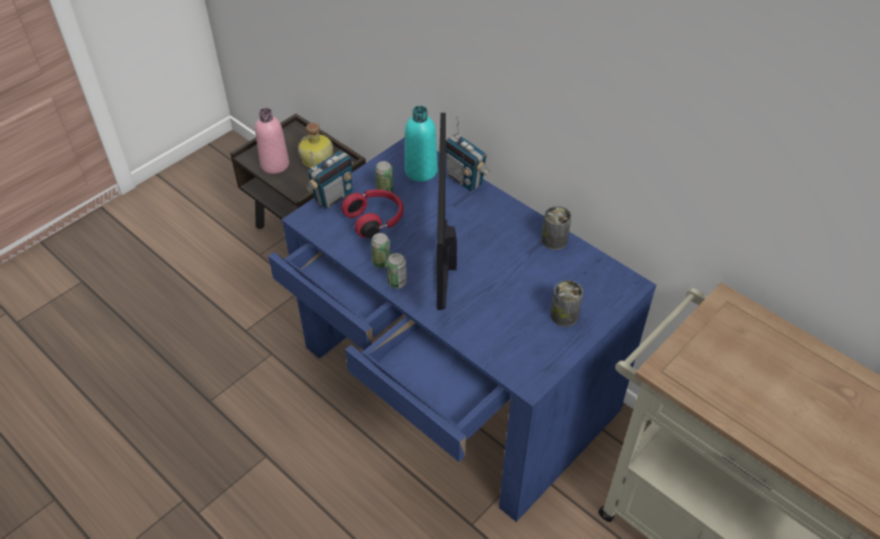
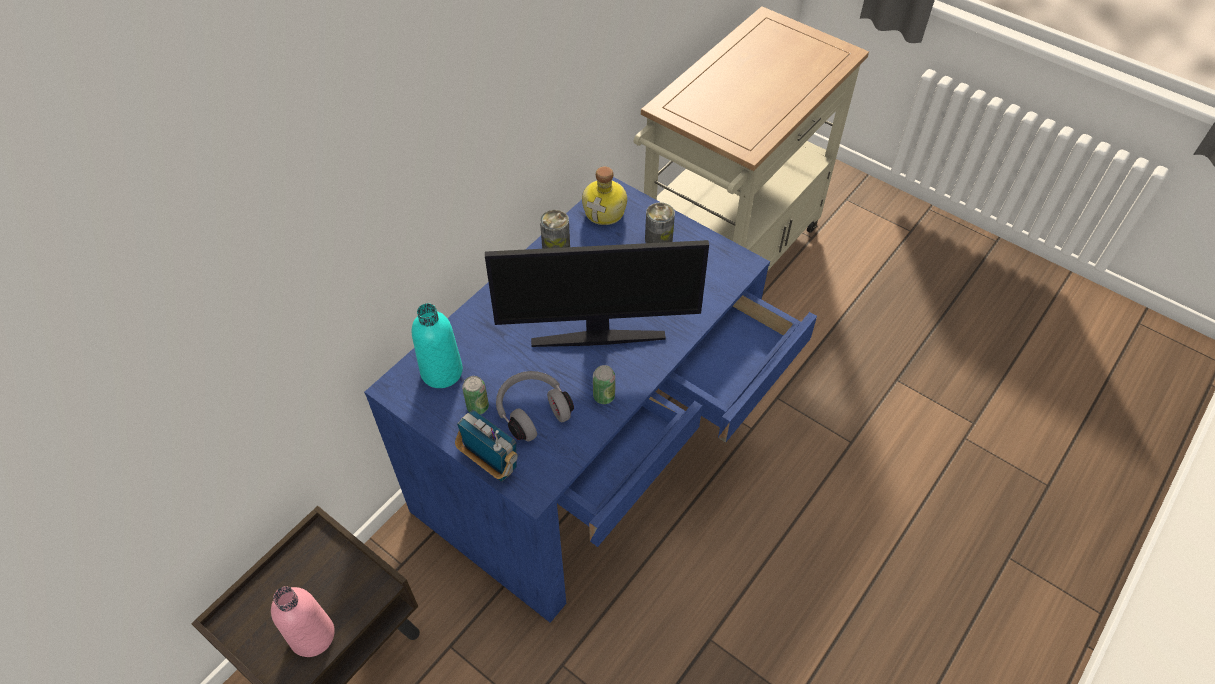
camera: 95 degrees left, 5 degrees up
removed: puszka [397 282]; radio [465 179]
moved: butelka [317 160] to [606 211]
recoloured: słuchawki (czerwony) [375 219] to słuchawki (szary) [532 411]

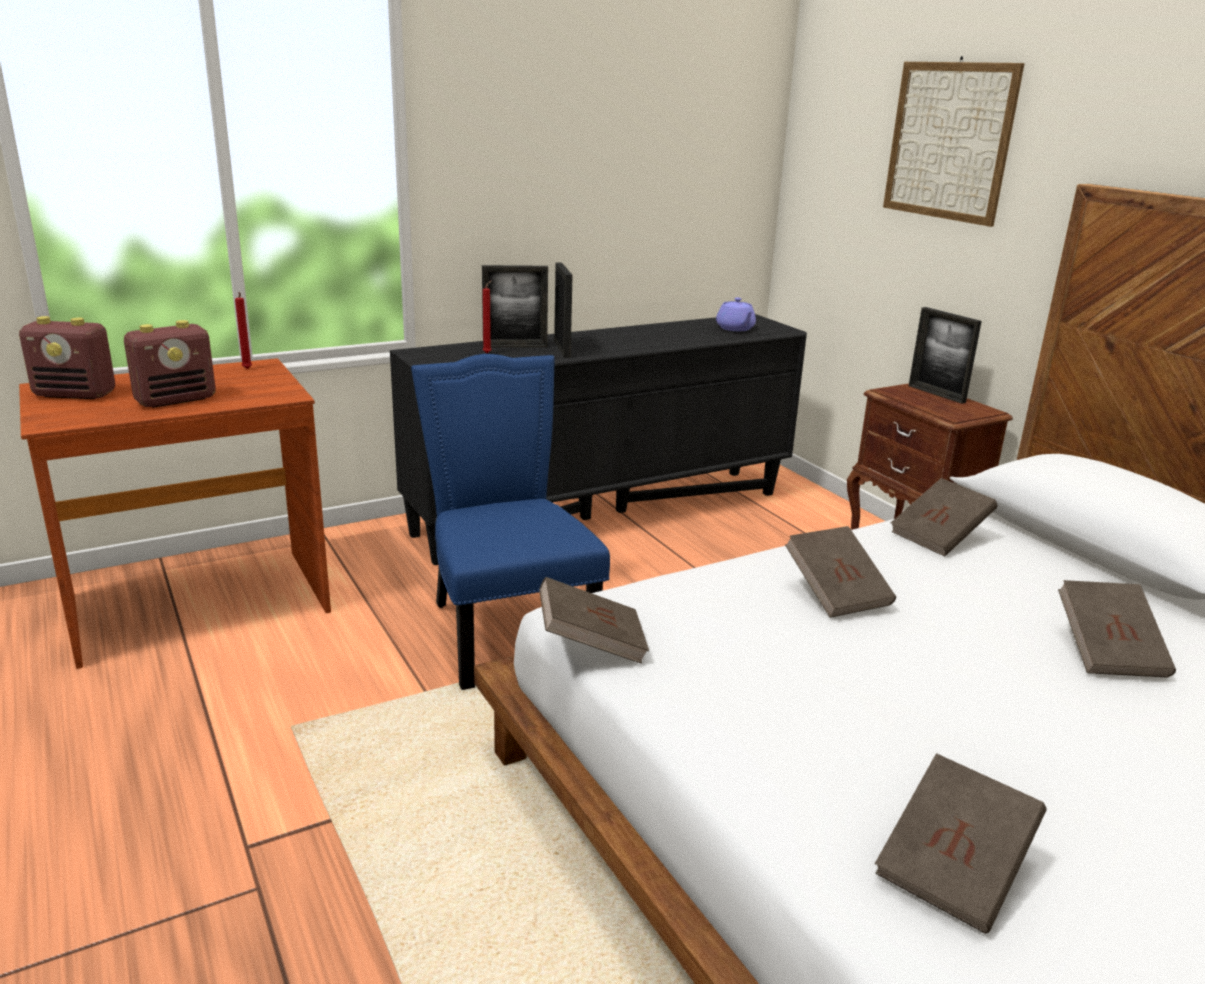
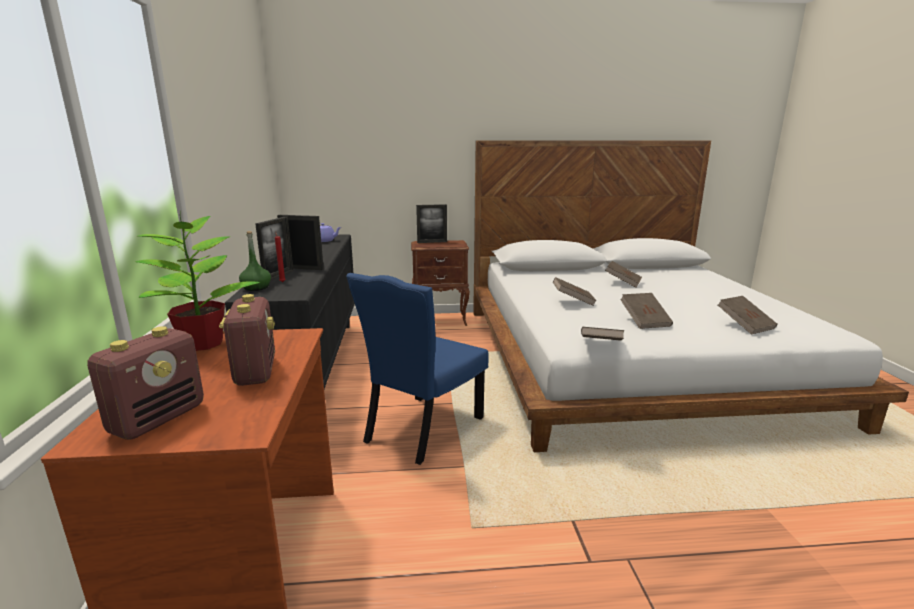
camera: 65 degrees left, 5 degrees down
removed: obraz [950 138]
added: butelka (zielony) [256 288]
moved: książka (brązowy) [939 536] to [644 321]
replaced: świeca (czerwony) [247 369] to roślina doniczkowa [204 343]
turned: krzesło (niebieski) [508 636] = [424 427] 60 degrees counterclockwise

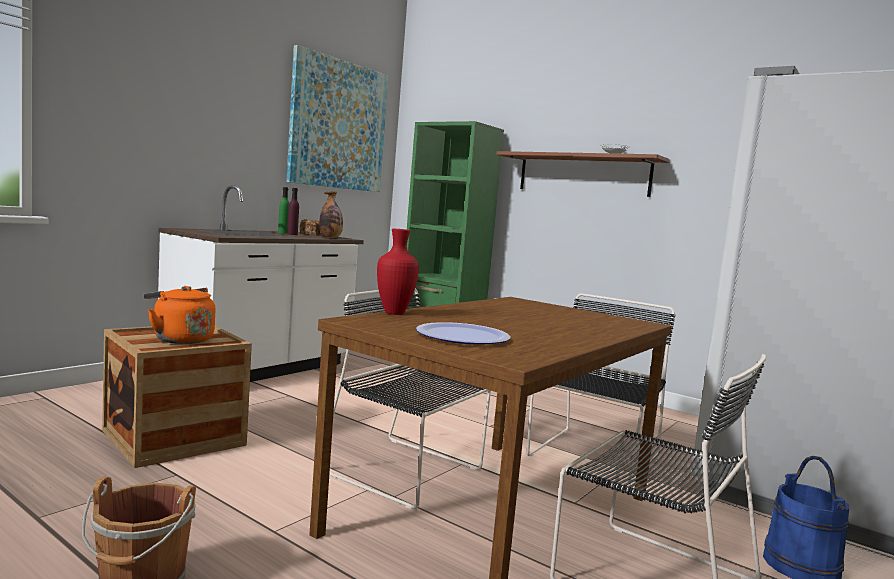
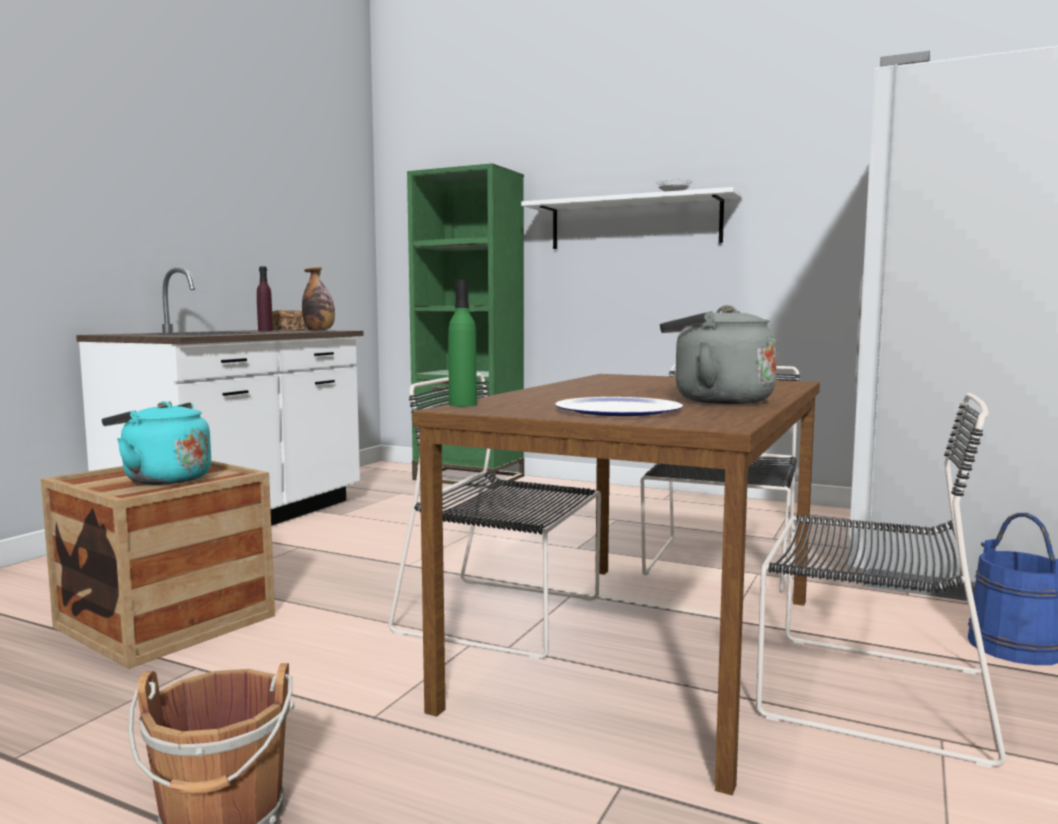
camera: 10 degrees left, 0 degrees up
removed: obraz [338 125]; wazon (czerwony) [393 313]
added: czajnik (szary) [716 401]
moved: butelka (zielony) [283 233] to [462 405]
recoloured: czajnik (pomarańczowy) [180 339] to czajnik (turkusowy) [162 479]; półka (brązowy) [583 174] to półka (biały) [634 223]

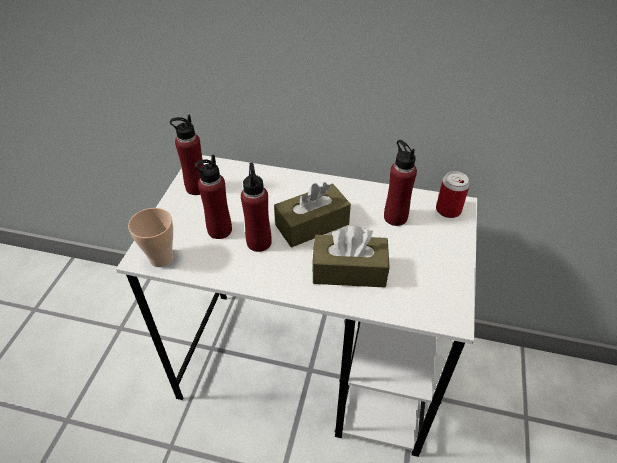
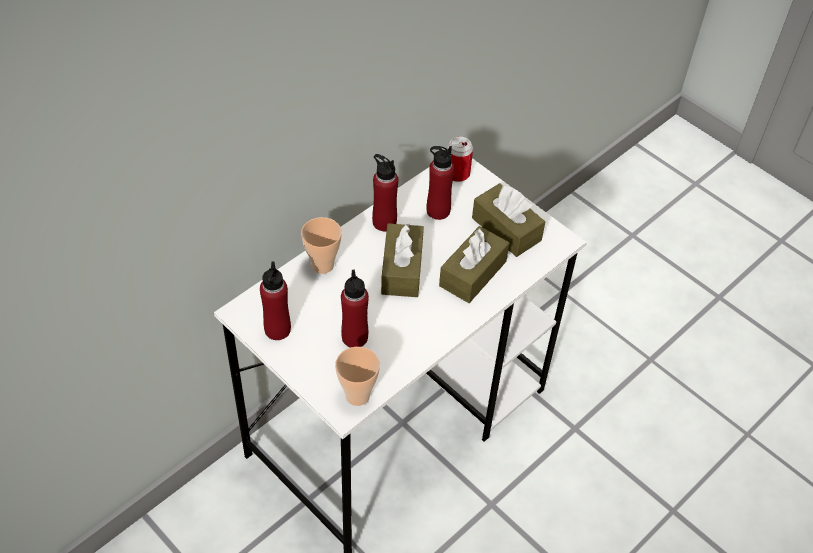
camera: 60 degrees left, 5 degrees up
added: filiżanka [322 265]; pudełko chusteczek (brązowy) [506 229]
moved: butelka (czerwony) [259 242] to [384 222]

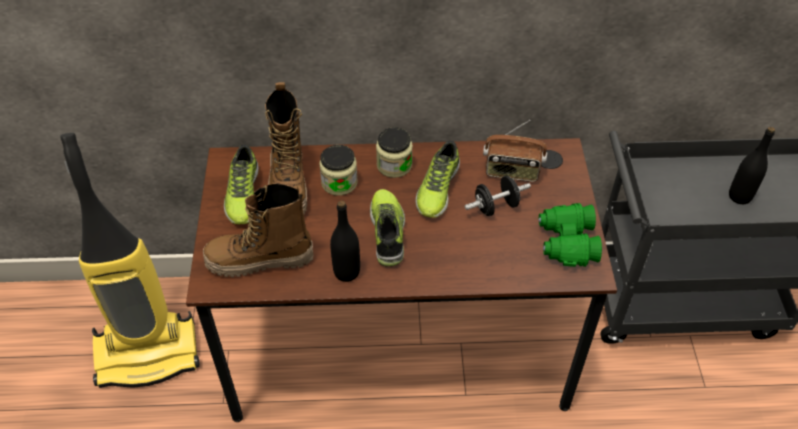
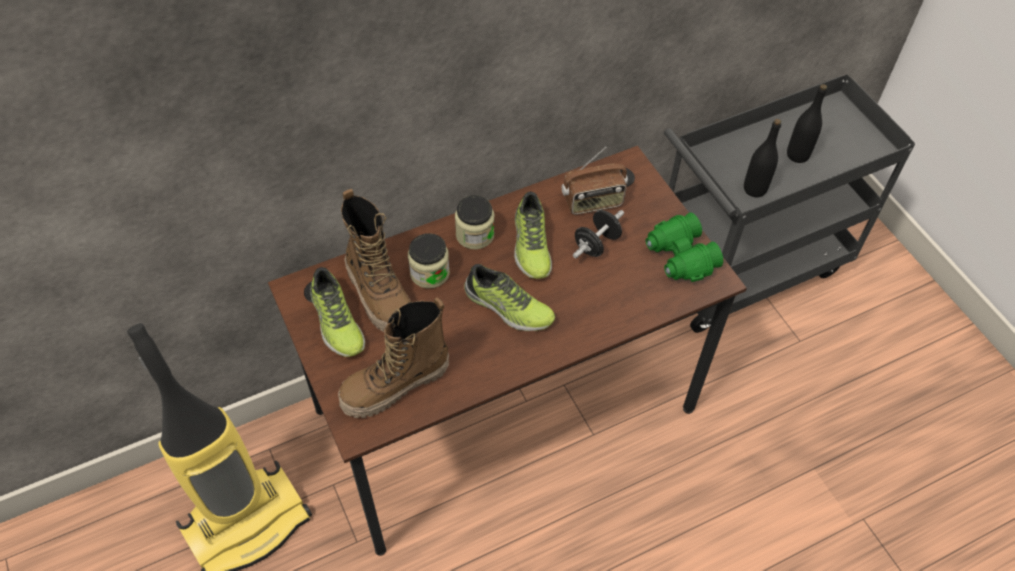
camera: 25 degrees left, 5 degrees up
moved: butelka (czarny) [346 272] to [754 189]
turned: but [388 232] = [508 307] 150 degrees clockwise

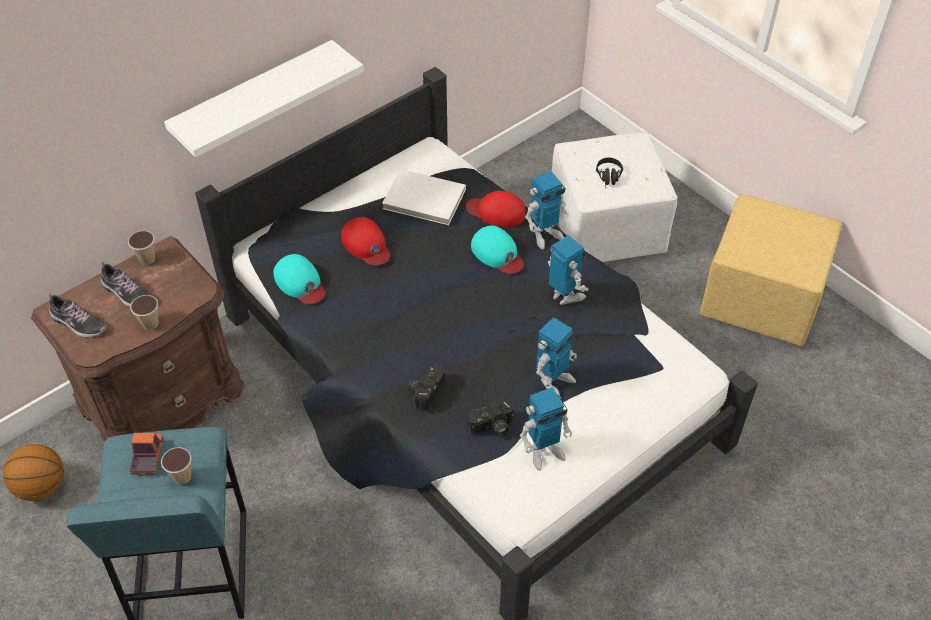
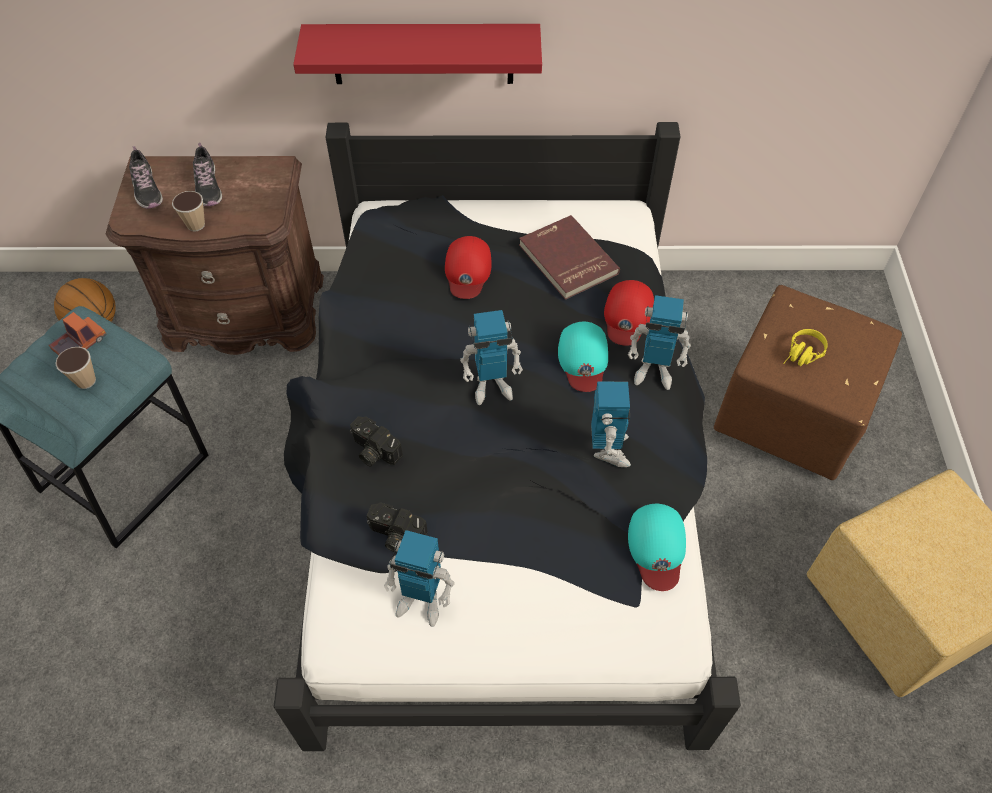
camera: 40 degrees right, 5 degrees up
removed: filiżanka [147 259]
moved: robot zabawkowy [554 382] to [491 386]; czapka z daszkiem (turkusowy) [300 282] to [657 547]
recoloured: półka (biały) [255 101] to półka (czerwony) [422 54]; książka (biały) [424 200] to książka (czerwony) [566 260]; pufa (biały) [608 230] to pufa (brązowy) [792 415]; słuchawki (czarny) [609 179] to słuchawki (żółty) [801 356]
turned: aparat fotograficzny [425 390] = [373 451] 120 degrees counterclockwise; czapka z daszkiem (czerwony) [496 212] = [627 316] 135 degrees counterclockwise

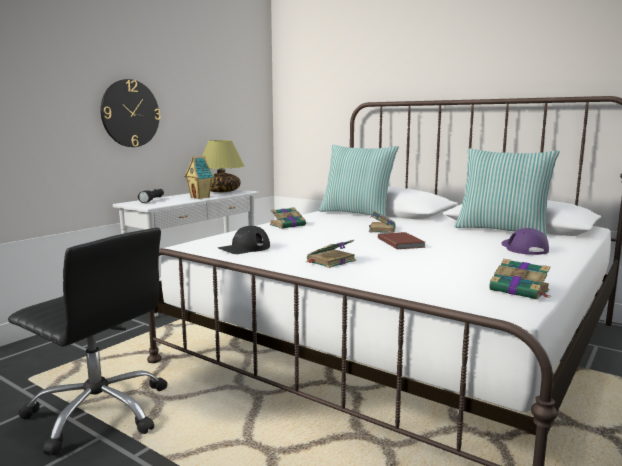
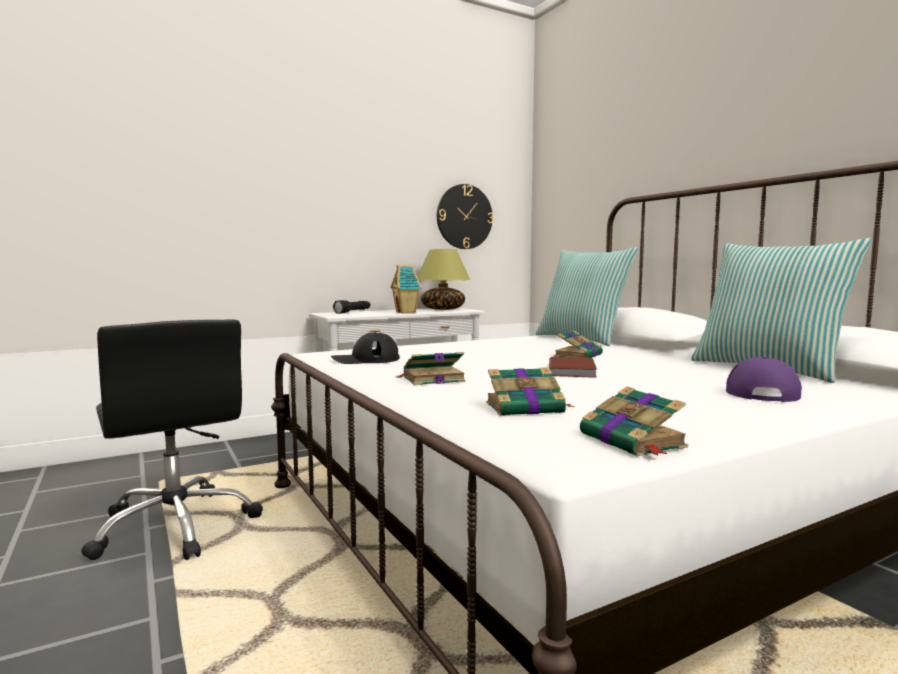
camera: 25 degrees right, 5 degrees down
moved: zegar ścienny [130 113] to [464 217]; książka [288 225] to [526 408]

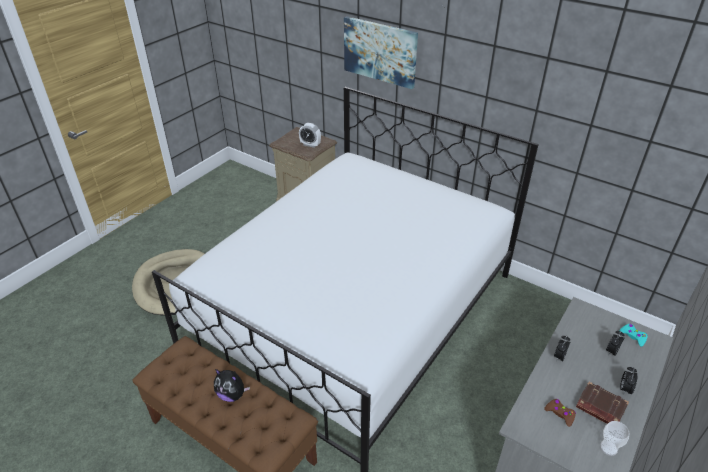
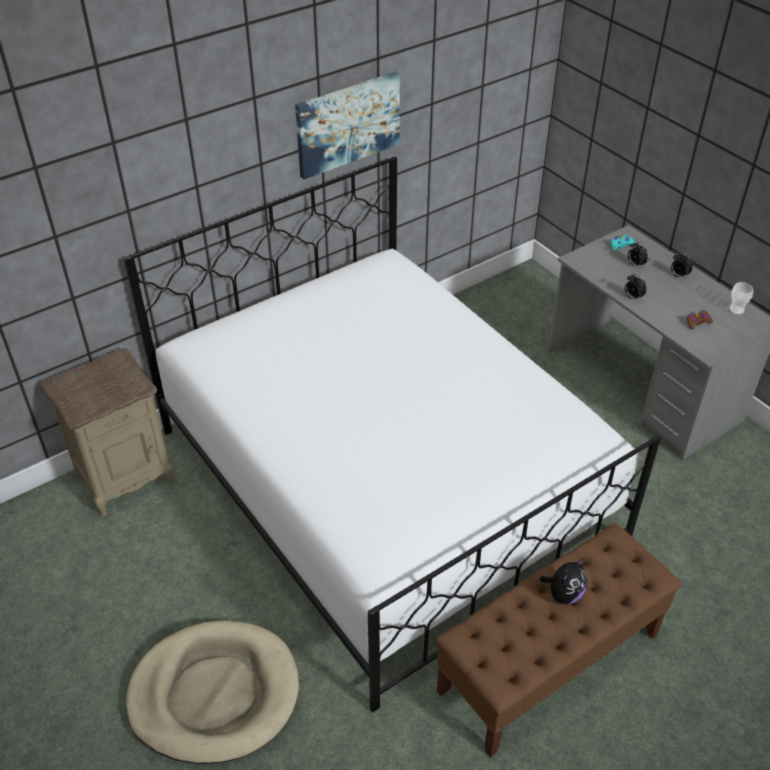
camera: 70 degrees left, 5 degrees up
removed: budzik [310 145]; książka (brązowy) [600 407]
moved: obraz [380 51] to [348 124]

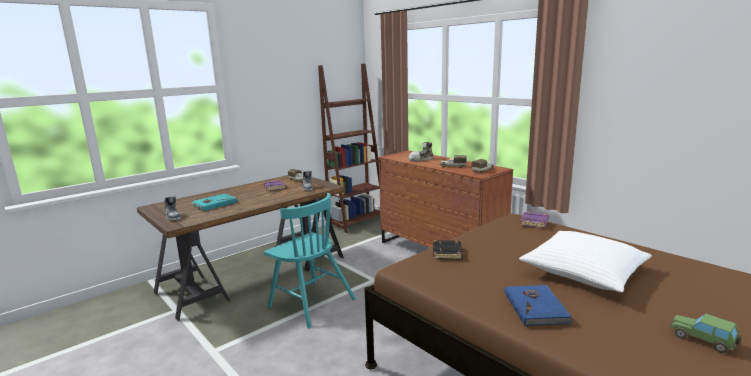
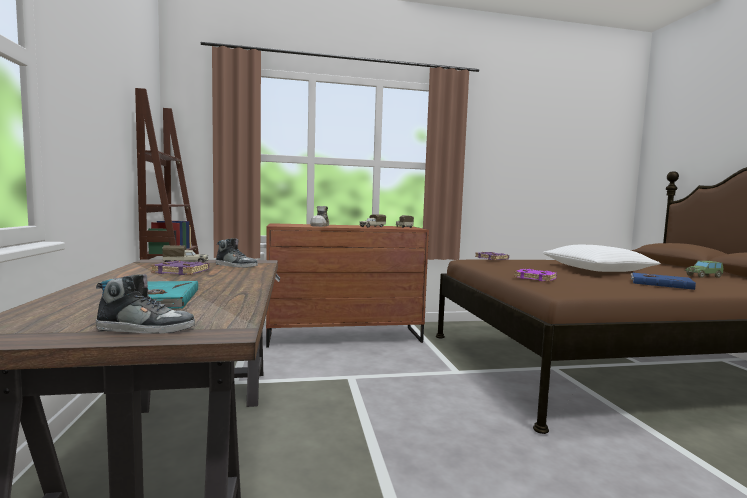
camera: 60 degrees left, 10 degrees down
removed: krzesło (turkusowy) [308 301]
recoloured: książka (czarny) [448 253] to książka (fioletowy) [536 278]

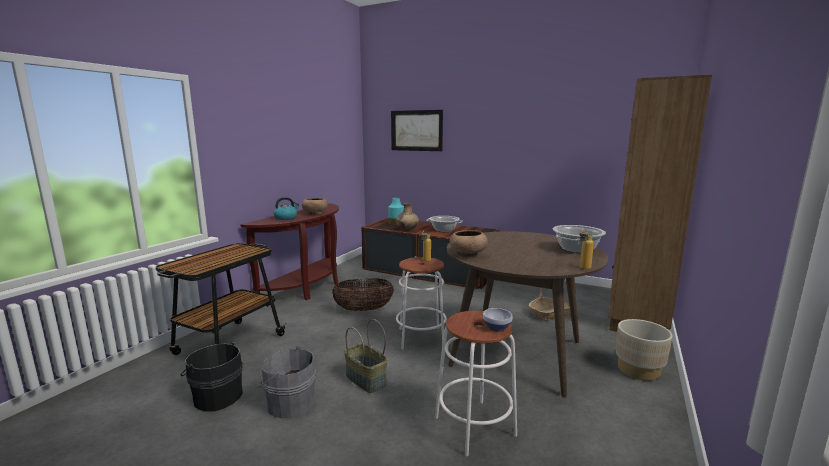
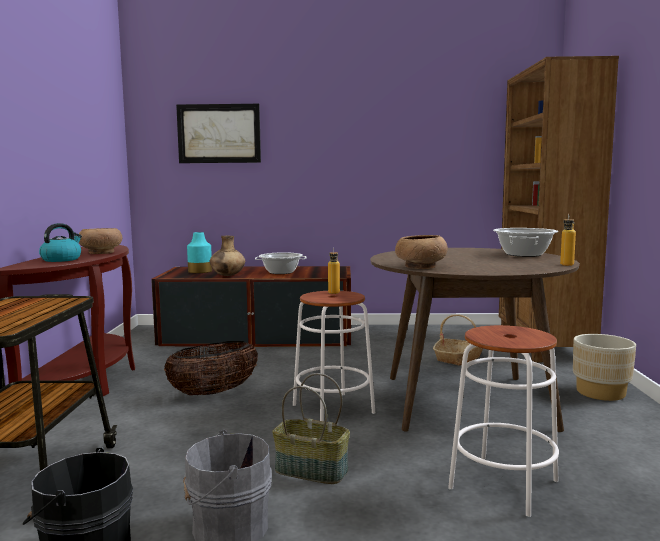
camera: 25 degrees left, 5 degrees down
removed: miska [496 328]

